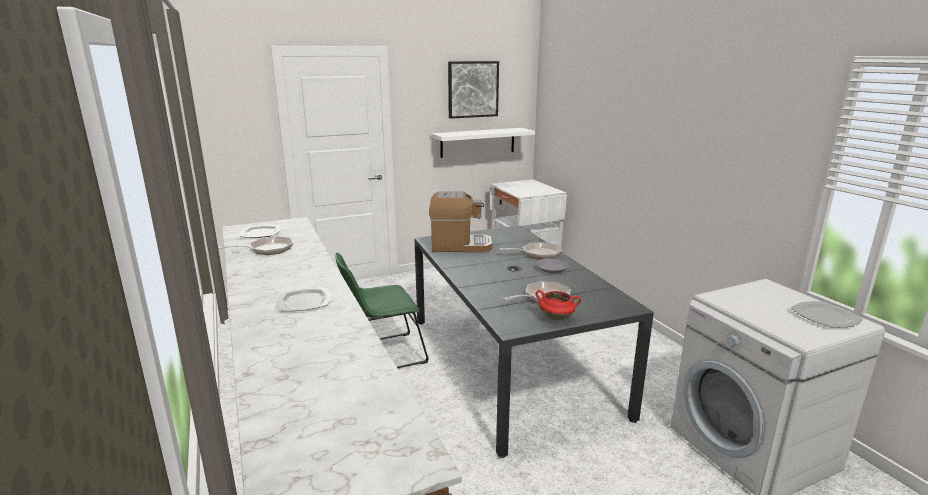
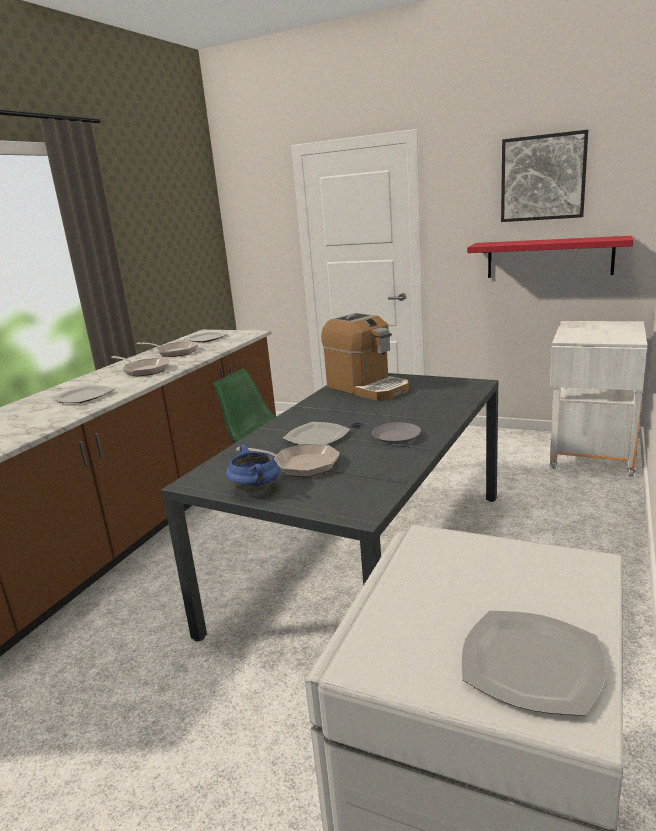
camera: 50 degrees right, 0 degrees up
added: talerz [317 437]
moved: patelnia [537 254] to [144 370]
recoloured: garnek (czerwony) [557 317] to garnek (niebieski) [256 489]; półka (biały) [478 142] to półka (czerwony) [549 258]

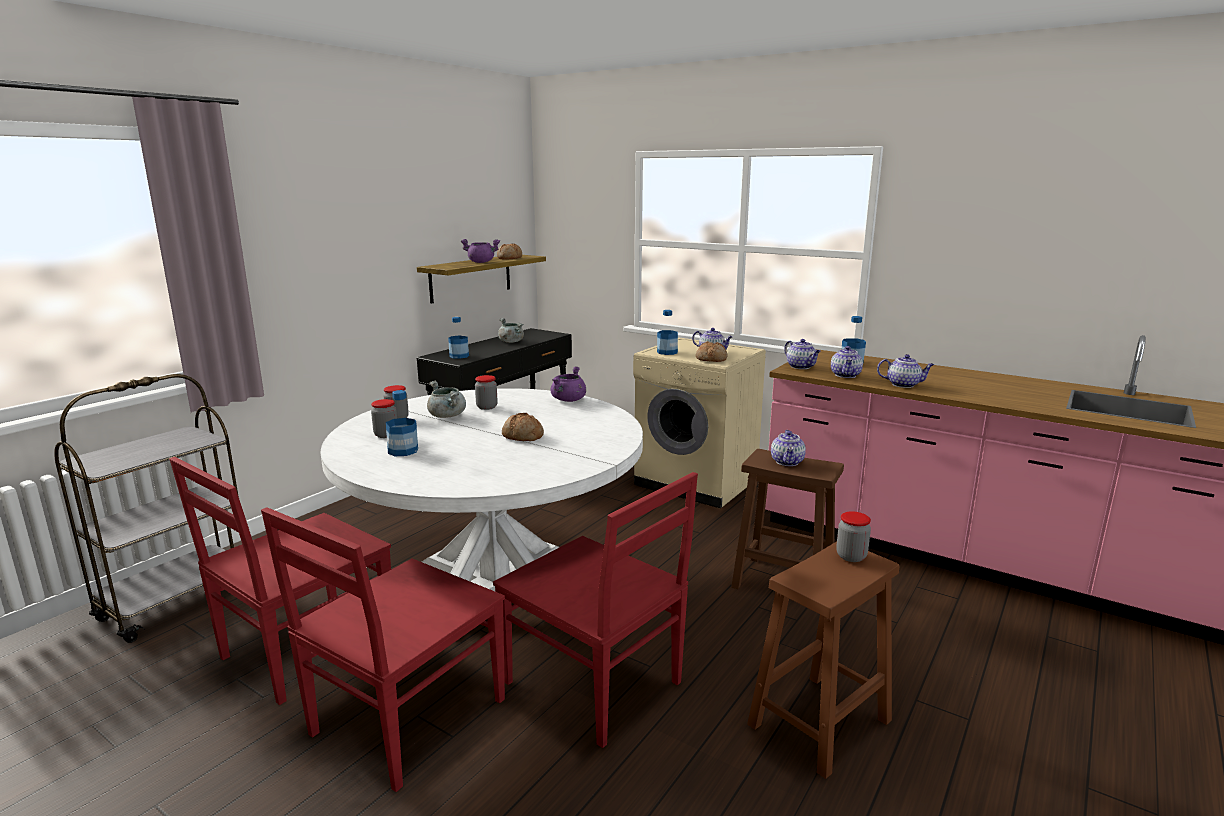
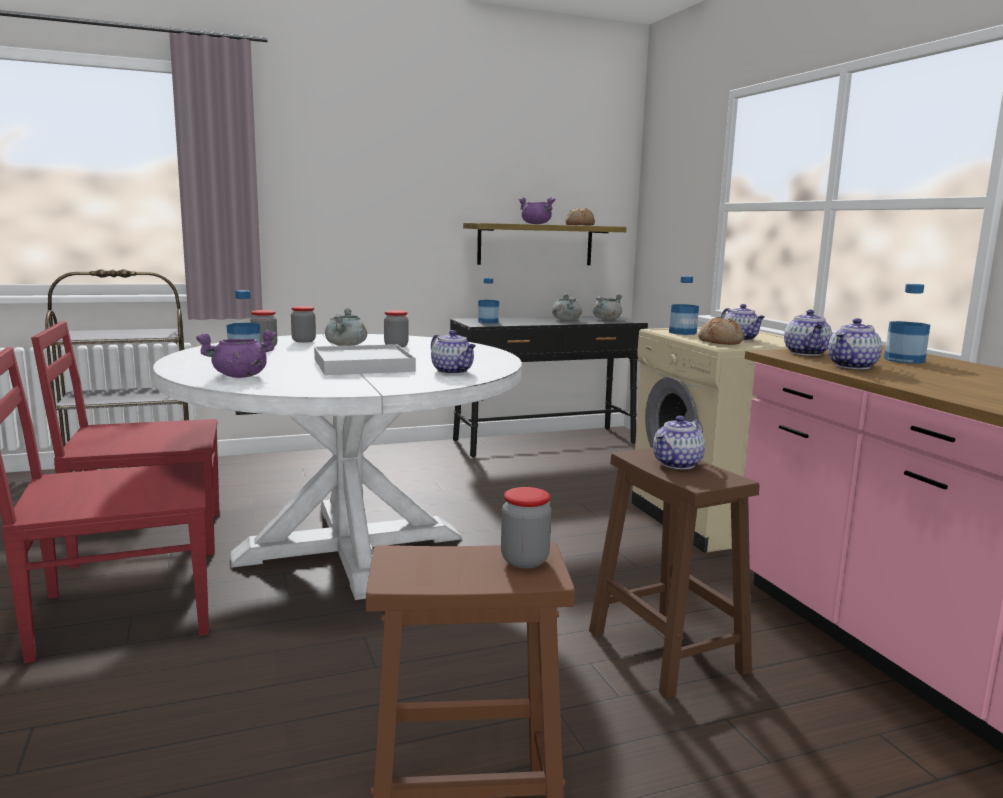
camera: 35 degrees right, 5 degrees down
removed: krzesło (czerwony) [595 684]
added: garnek (szary) [606 319]
moved: garnek (fioletowy) [568 400] to [239 376]; imbryk [903 385] to [453 371]
replaced: chleb [522 436] to taca (biały) [363 365]

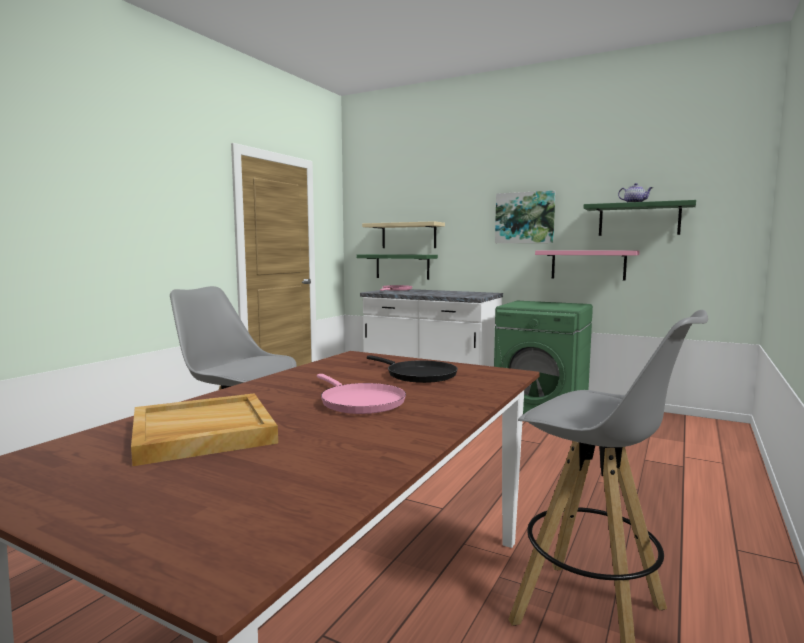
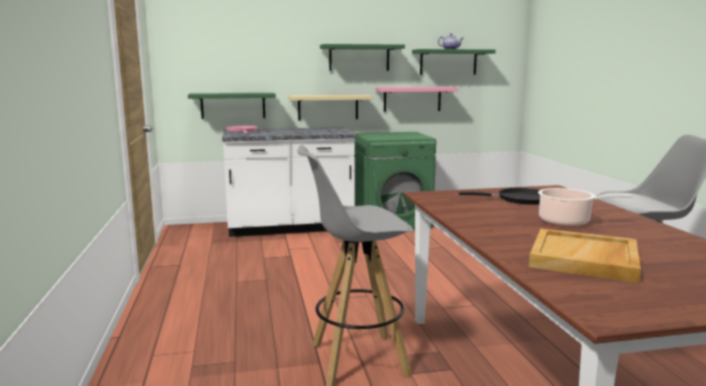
camera: 40 degrees left, 5 degrees up
moved: półka (beżowy) [408 235] to [328 107]
replaced: obraz [525 218] to półka (zielony) [359 58]; patelnia (różowy) [359 402] to garnek [568 222]

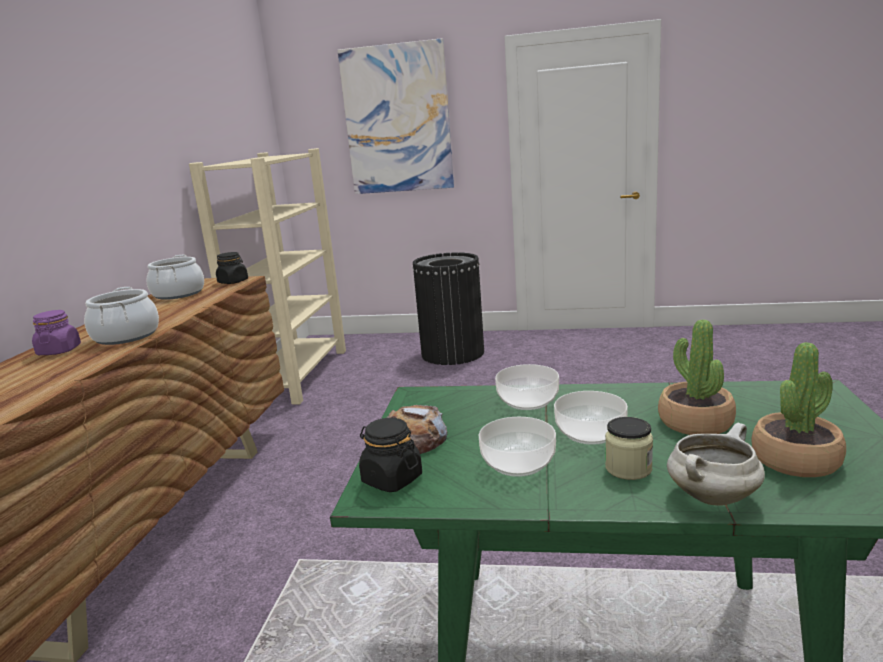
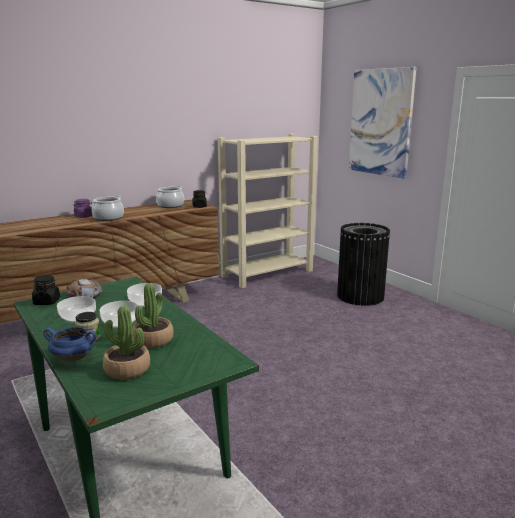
camera: 45 degrees right, 0 degrees up
recoloured: garnek (biały) [712 496] to garnek (niebieski) [74 358]

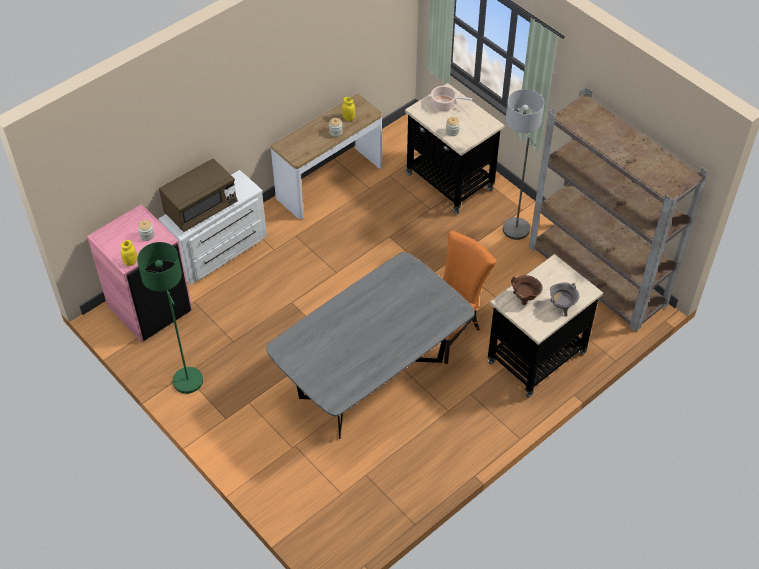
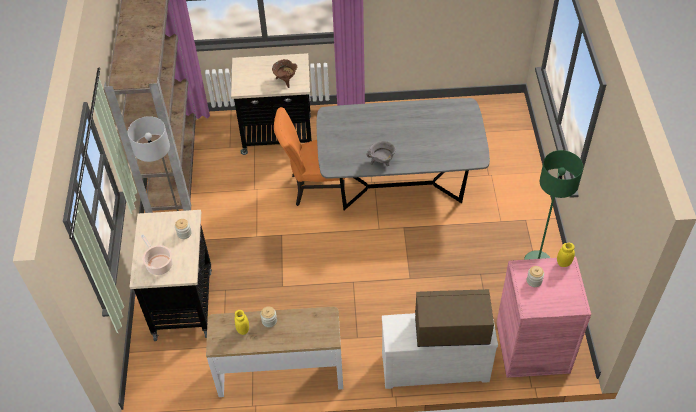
camera: 140 degrees left, 0 degrees up
moved: garnek (szary) [562 306] to [382 162]

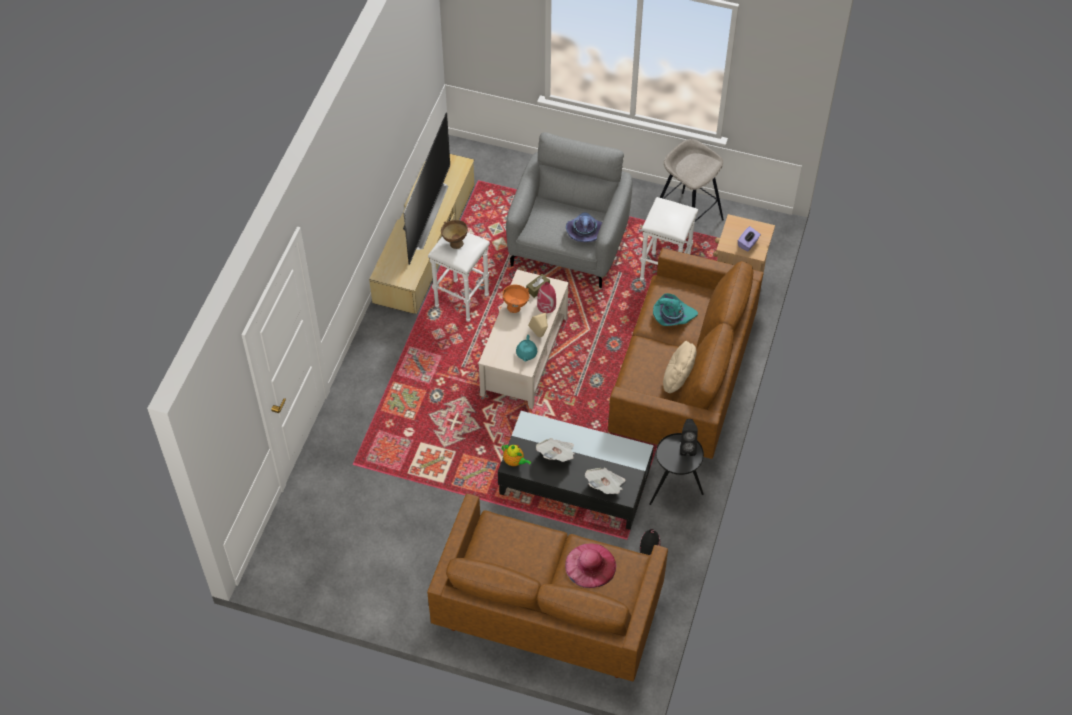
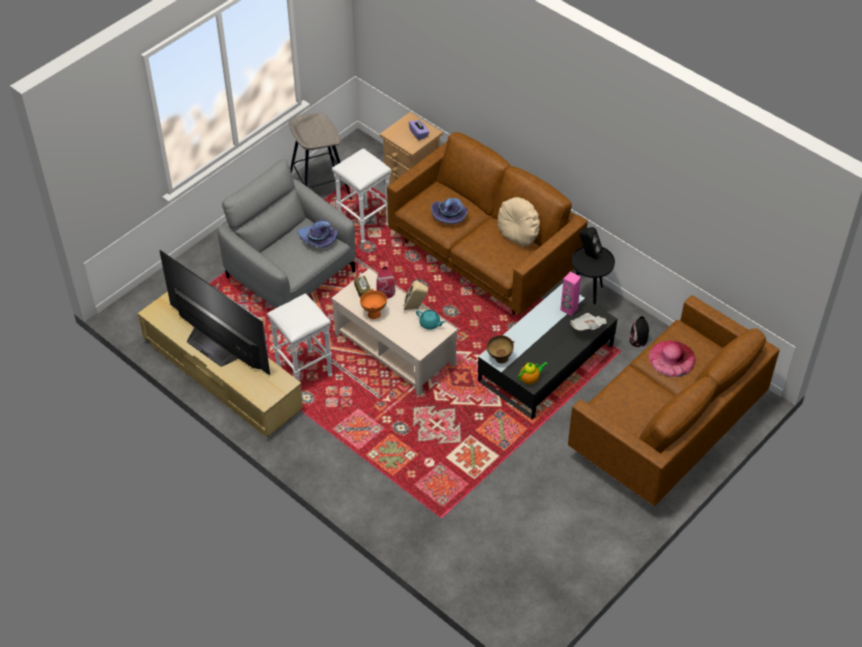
camera: 65 degrees left, 5 degrees down
removed: gazeta [557 455]
added: głośnik (różowy) [569 309]
moved: miska (brązowy) [454 242] to [499 359]
recoloured: kapelusz (turkusowy) [672 316] to kapelusz (fioletowy) [450 215]

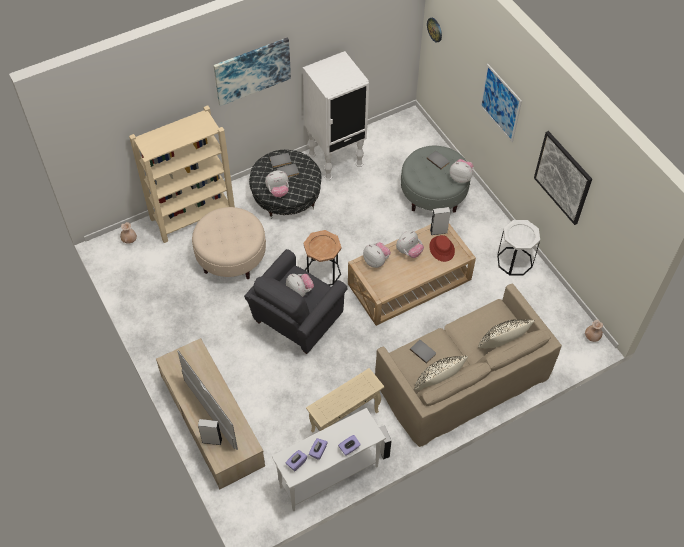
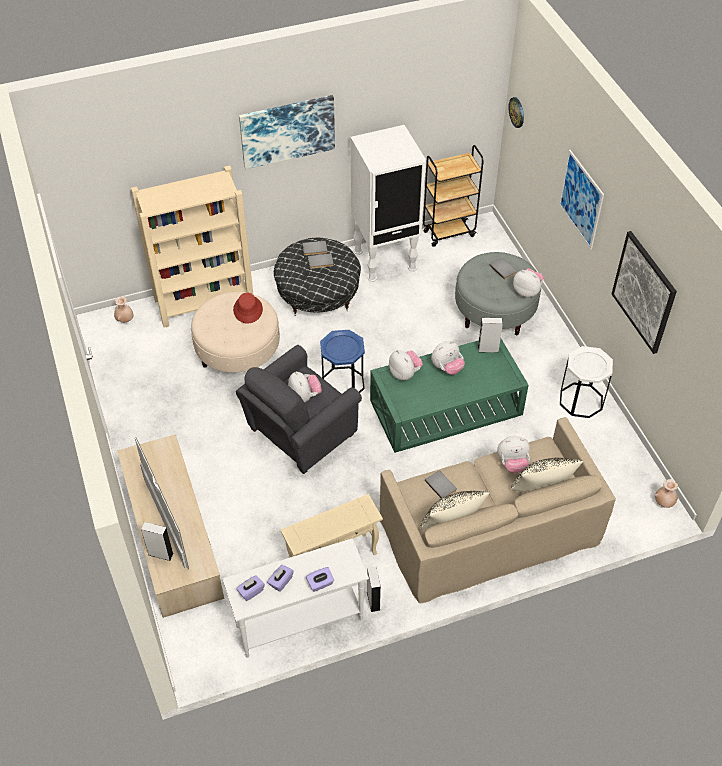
camera: 10 degrees right, 5 degrees down
added: wózek (brązowy) [449 233]
moved: kapelusz (czerwony) [442 249] to [248 309]; pluszak [278 191] to [512 463]
recoloured: stolik (brązowy) [322 272] to stolik (niebieski) [343 383]; ława (beżowy) [410 282] to ława (zielony) [446 408]

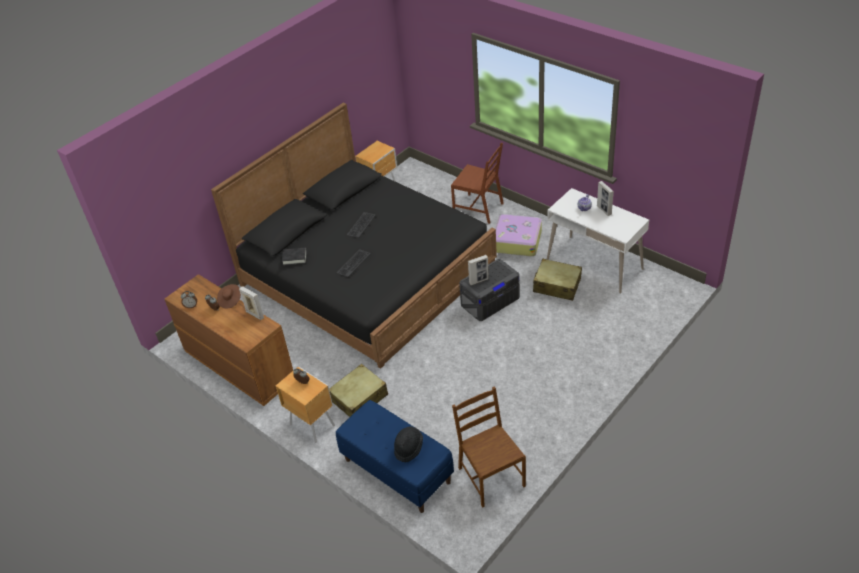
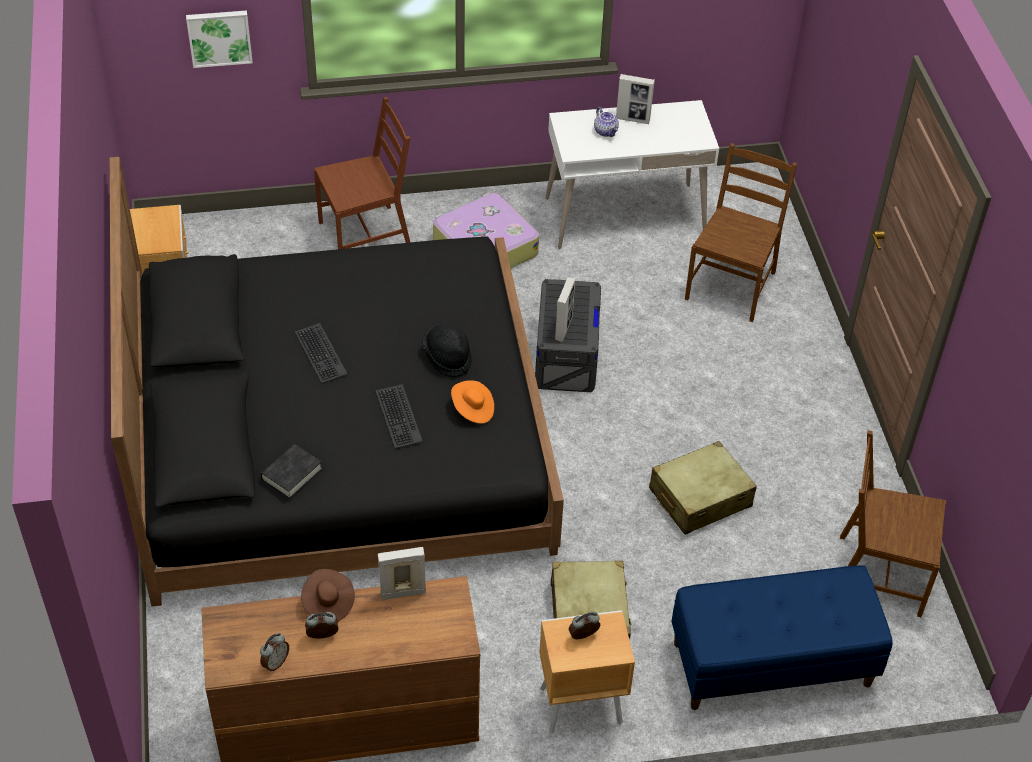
camera: 55 degrees left, 5 degrees up
added: obraz [219 37]; kapelusz (pomarańczowy) [473 410]; krzesło (brązowy) [731 285]
moved: kapelusz (czarny) [408 448] to [447 358]; walizka (beżowy) [557 285] to [699 498]

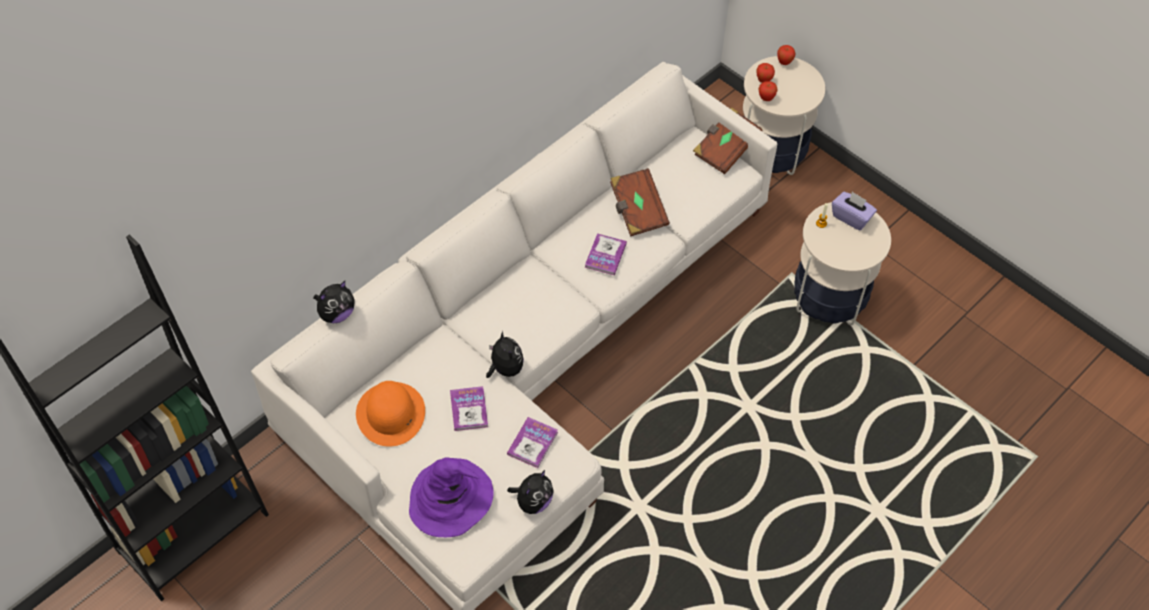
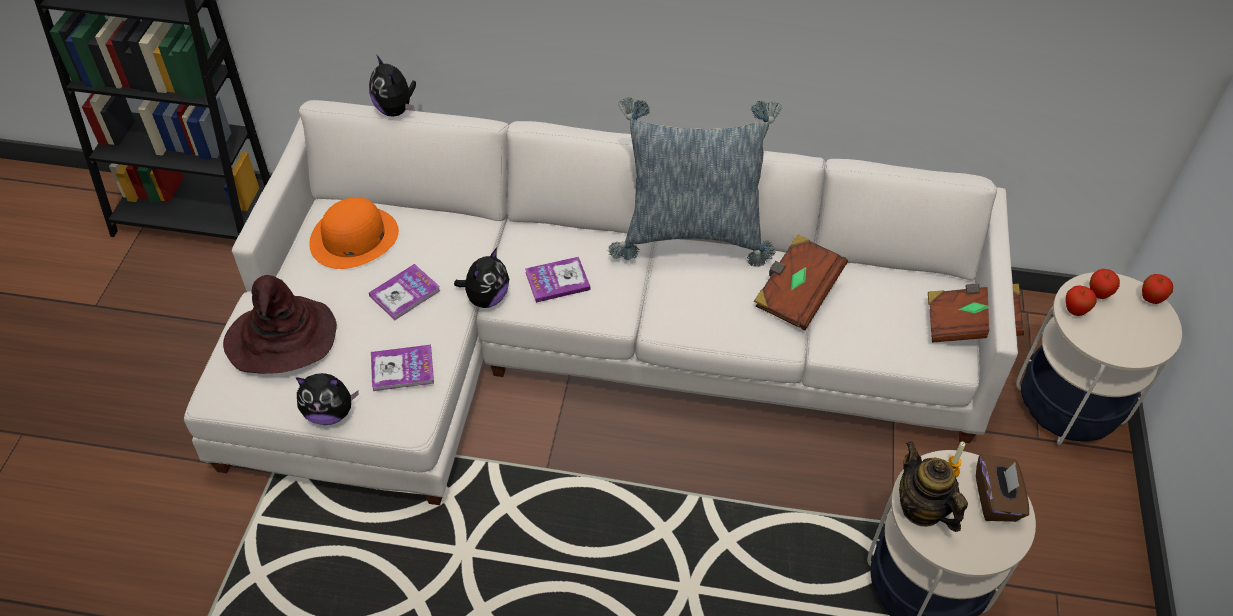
camera: 55 degrees right, 5 degrees down
added: poduszka [690 242]; imbryk [922 508]
moved: książka [605 255] to [557 281]
recoloured: kapelusz (fioletowy) [450 499] to kapelusz (brązowy) [281 339]; pudełko chusteczek (fioletowy) [851 217] to pudełko chusteczek (brązowy) [996 499]
turned: pluszak [336 314] = [396 110] 45 degrees clockwise

